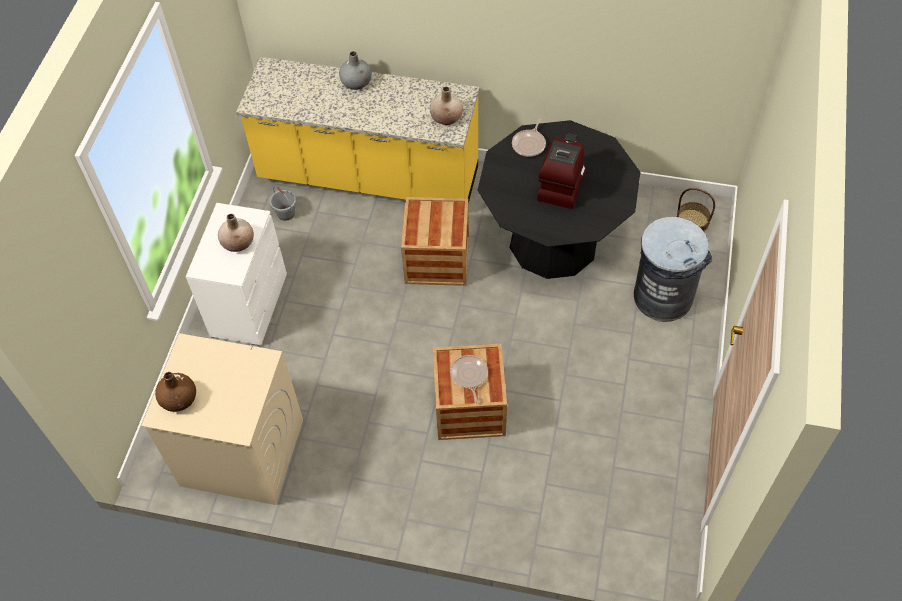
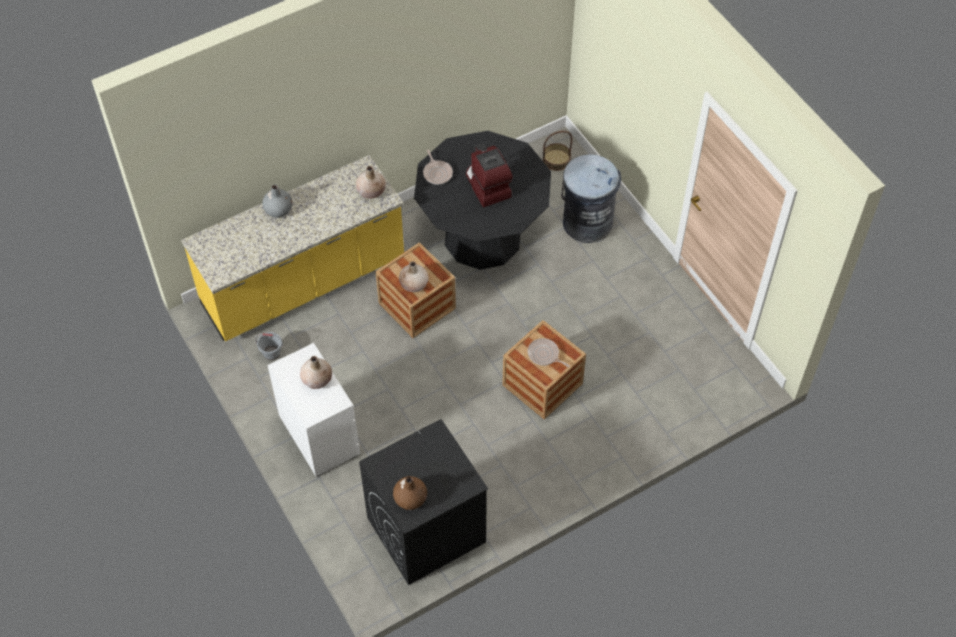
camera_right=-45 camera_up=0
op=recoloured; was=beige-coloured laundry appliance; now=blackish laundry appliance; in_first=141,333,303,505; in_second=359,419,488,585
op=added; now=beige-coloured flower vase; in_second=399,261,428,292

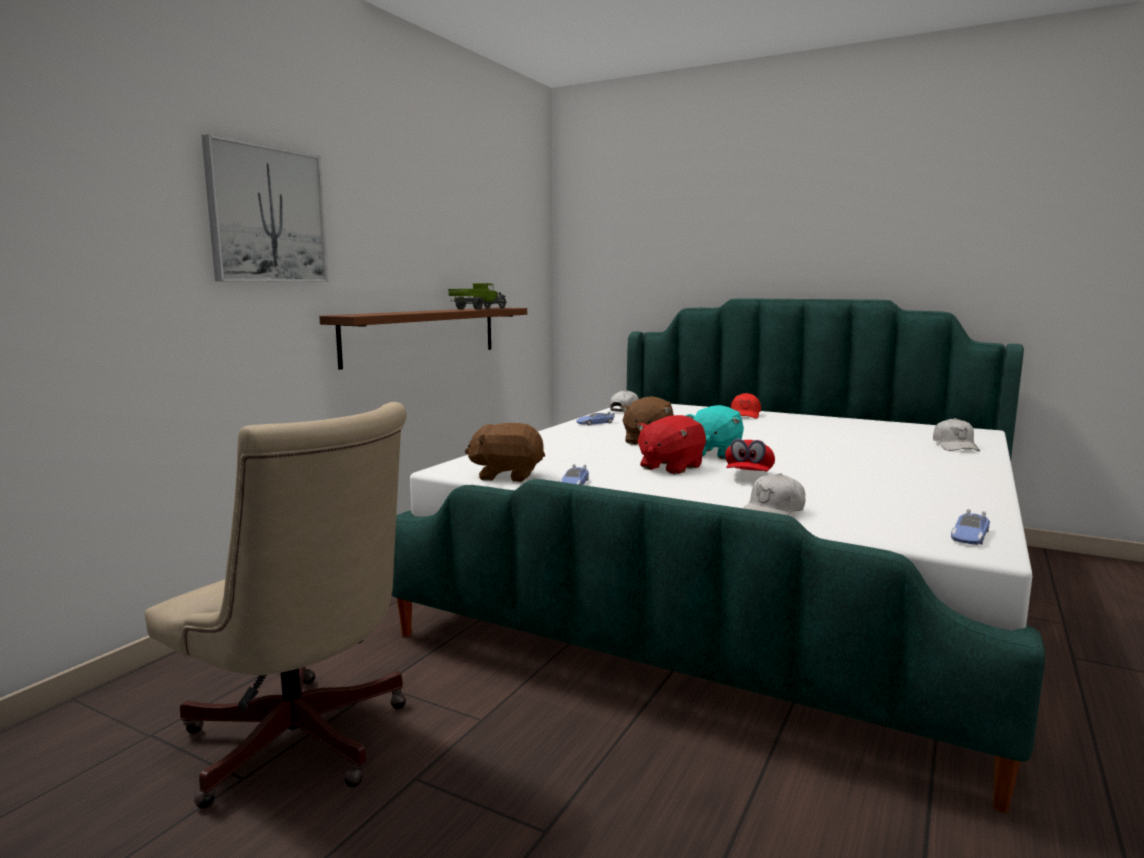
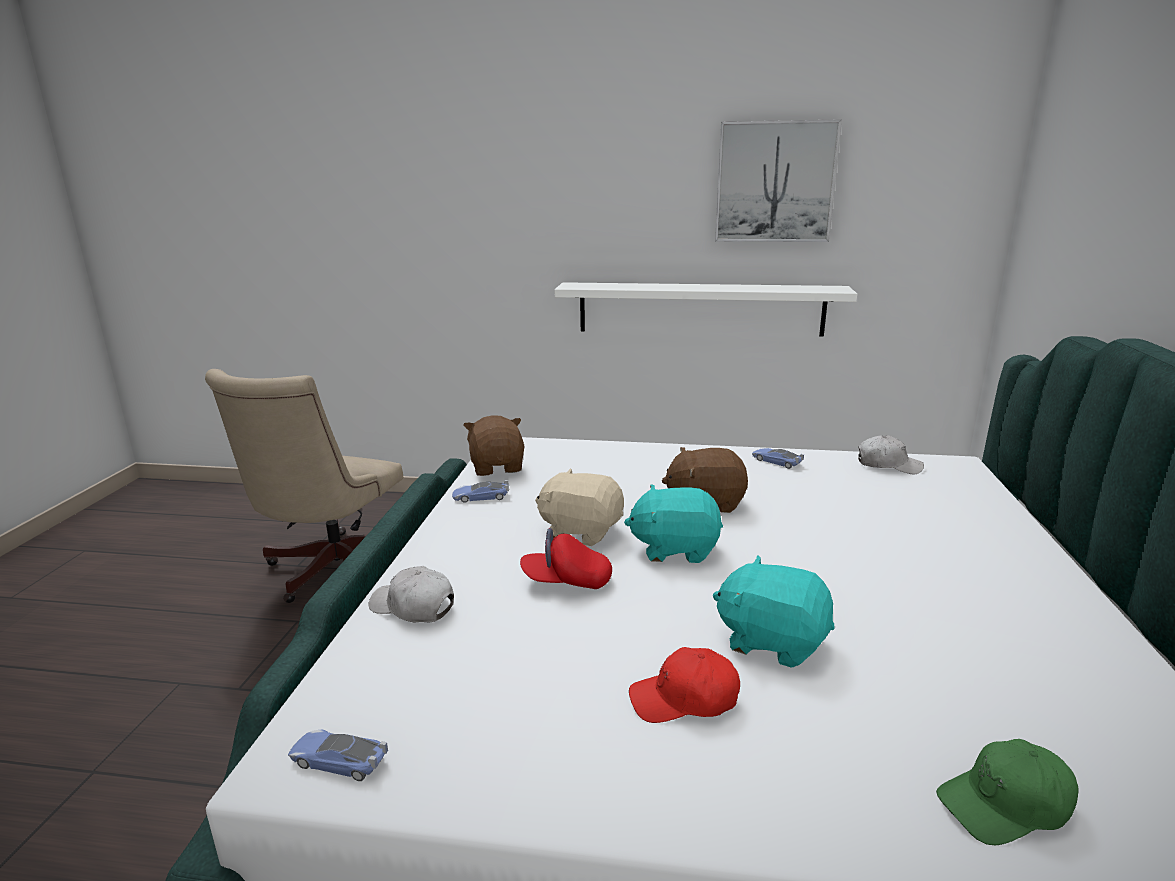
camera_right=70 camera_up=10
op=recoloured; was=red cuddly toy; now=beige-coloured cuddly toy; in_first=636,415,706,474; in_second=535,468,624,546
op=recoloured; was=brown shelf; now=whitish shelf; in_first=319,308,527,370; in_second=554,282,857,337
op=moved; was=red cap; in_first=731,393,761,419; in_second=629,647,740,723
op=added; now=blue-green cuddly toy; in_second=713,555,835,668
op=moved; was=picture; in_first=202,134,328,282; in_second=715,119,842,242
op=recoloured; was=whitish cap; now=green-coloured cap; in_first=933,418,980,451; in_second=936,739,1078,845
op=removed; was=toy truck; in_first=448,283,506,310

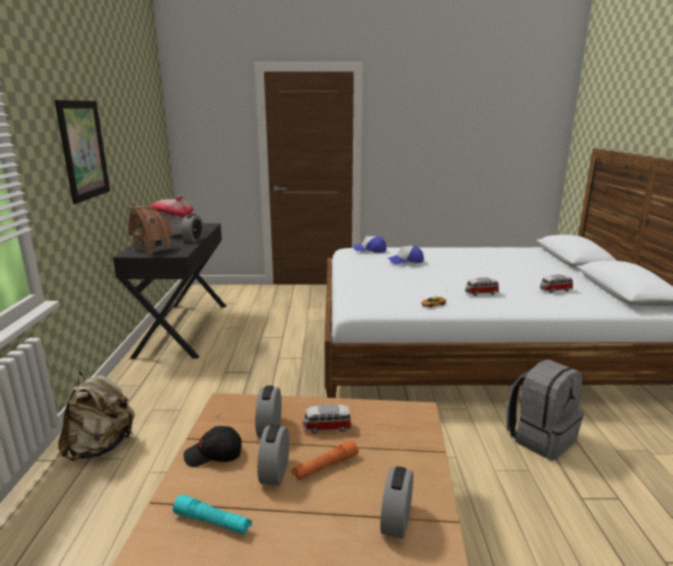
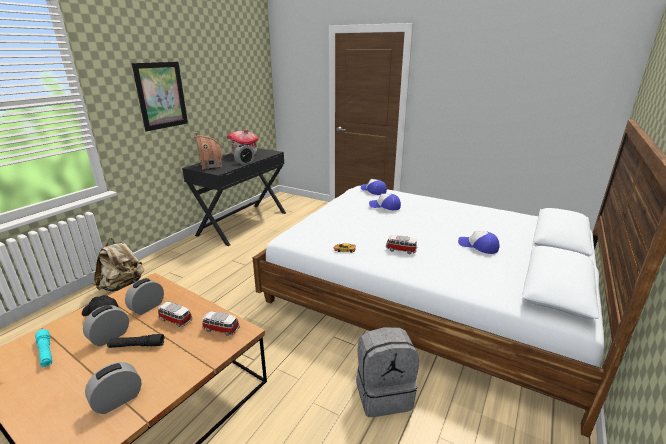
camera_right=30 camera_up=5
op=recoloured; was=orange torch; now=blackish torch; in_first=292,439,359,481; in_second=107,334,164,348
op=moved; was=toy car; in_first=540,275,573,293; in_second=202,311,240,336
op=added; now=cap; in_second=458,231,499,254

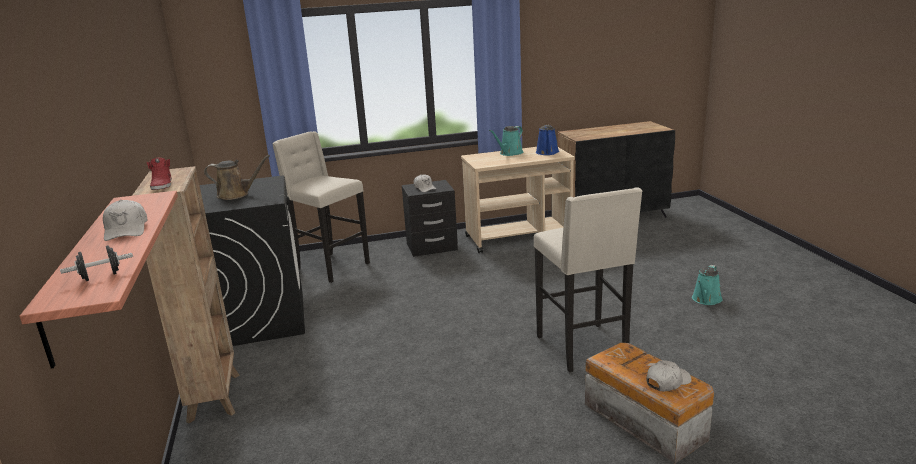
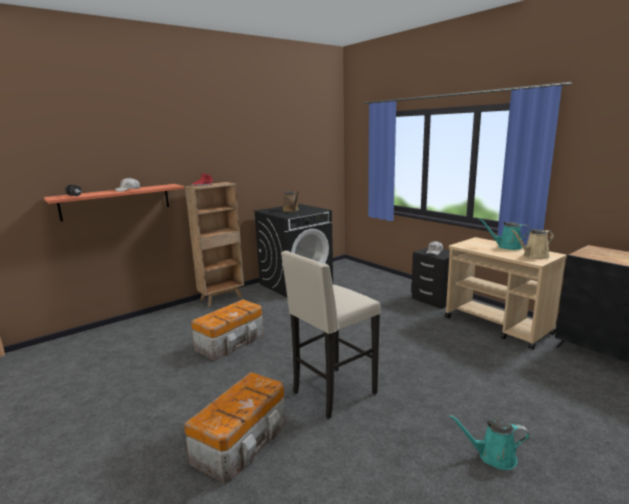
camera_right=65 camera_up=-5
op=added; now=storage box; in_second=191,299,264,360
op=recoloured; was=bluish sprinkling can; now=beige-coloured sprinkling can; in_first=536,125,559,155; in_second=511,229,554,259
op=removed; was=beige-coloured stool seat; in_first=272,131,370,283
op=removed; was=whitish cap; in_first=646,360,692,392

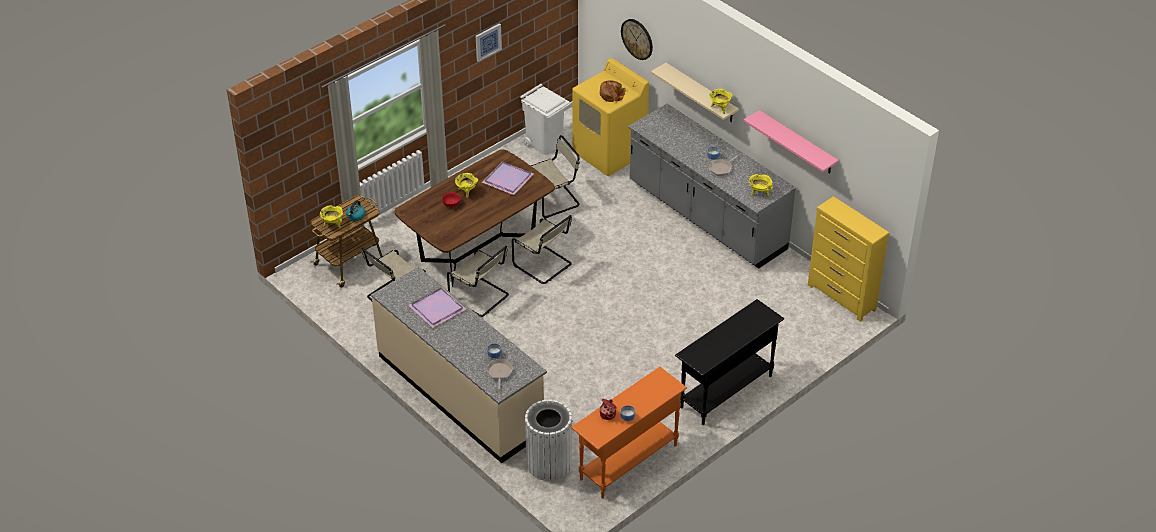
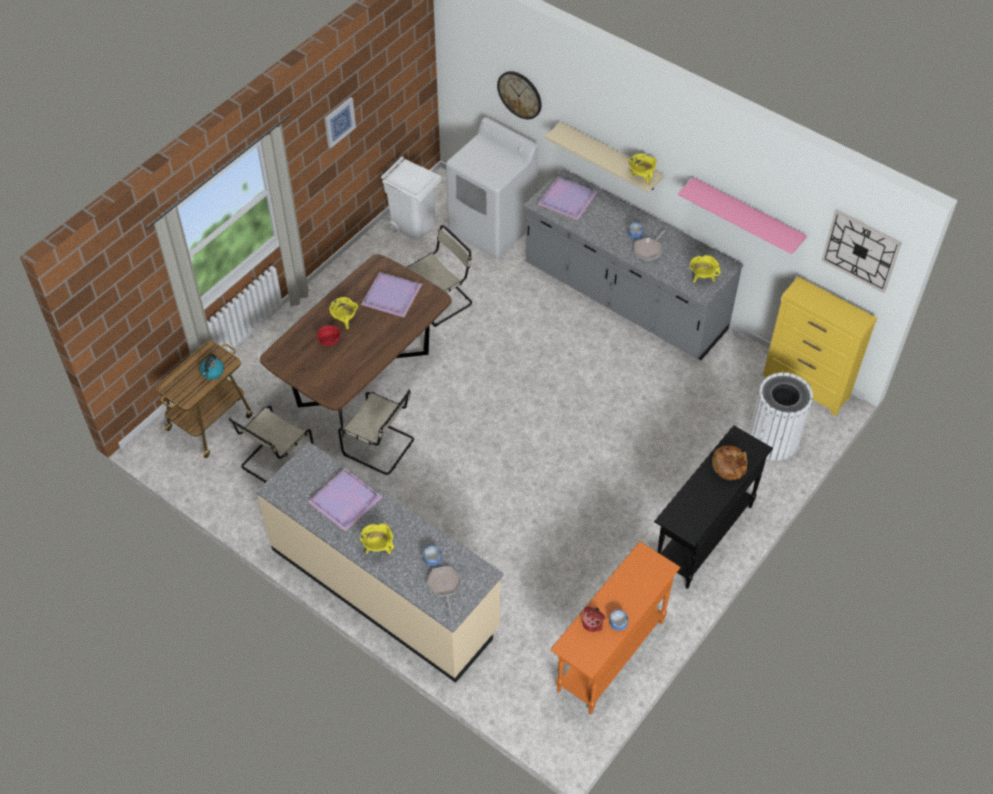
camera_right=-10 camera_up=10
op=moved; was=yellow-coloured stockpot; in_first=320,205,343,229; in_second=360,523,394,554
op=recoloured; was=yellow-coloured laundry appliance; now=whitish laundry appliance; in_first=572,58,649,176; in_second=446,118,538,259
op=added; now=purple-coloured tray; in_second=537,177,598,220
op=moved; was=bakery bread; in_first=600,80,626,102; in_second=712,445,748,480
op=moved; was=whitish rubbish bin; in_first=525,399,572,481; in_second=748,372,813,460
op=added; now=clock on the wall; in_second=821,209,902,293
op=removed; was=beige-coloured upright chair; in_first=512,215,572,284

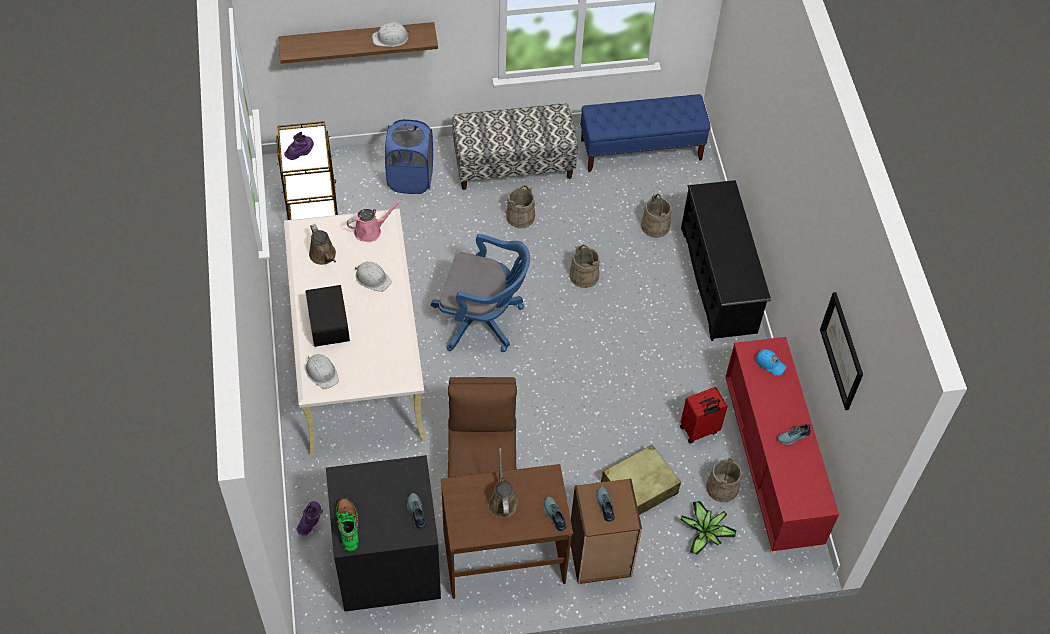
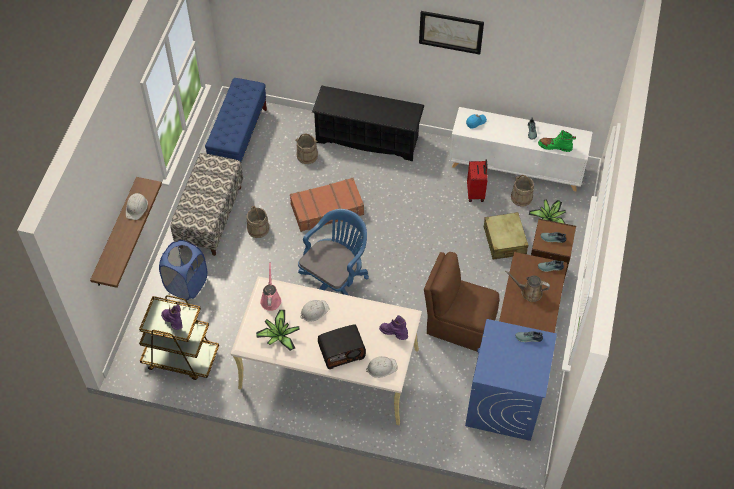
camera_right=-65 camera_up=0
op=replaced; was=brown sprinkling can; now=houseplant; in_first=309,224,336,265; in_second=256,310,300,351
op=replaced; was=beige-coloured bucket; now=brown suitcase; in_first=570,245,600,288; in_second=290,178,364,232
op=turned; was=radio set; in_first=305,285,350,347; in_second=318,324,366,369; clockwise=150
op=moved; was=purple-coloured high-top boot; in_first=297,501,323,536; in_second=379,315,408,340
op=moved; was=picture; in_first=820,292,863,410; in_second=419,11,484,55
op=recoloured; was=red cupboard; now=whitish cupboard; in_first=725,337,839,554; in_second=449,107,593,191
op=recoloured; was=blackish laundry appliance; now=bluish laundry appliance; in_first=326,455,441,612; in_second=465,319,557,441
op=moved; was=green-coloured high-top boot; in_first=336,498,359,551; in_second=538,130,576,152

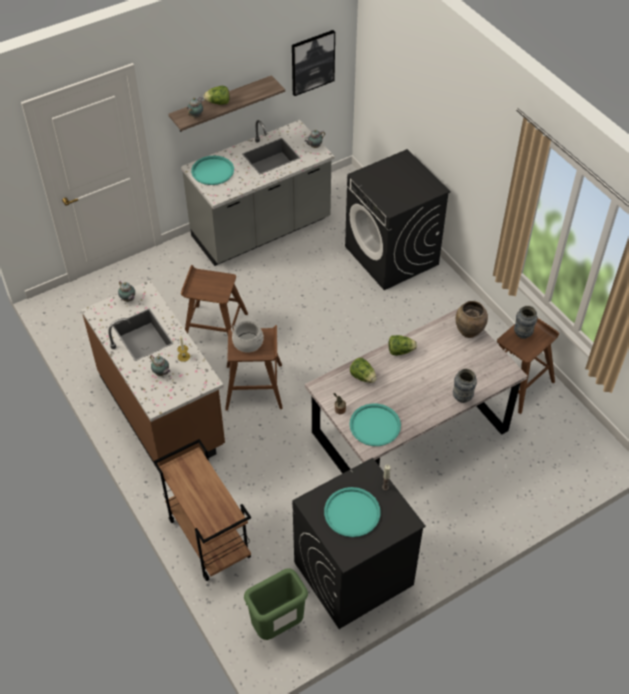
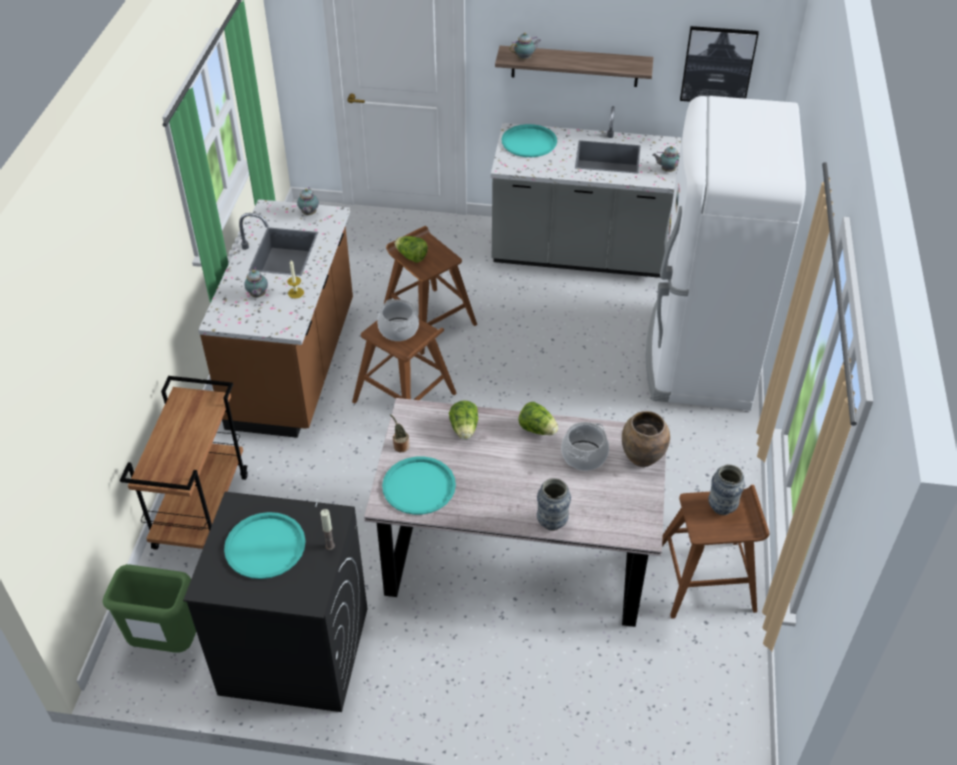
camera_right=40 camera_up=-5
op=moved; was=lettuce head; in_first=203,86,230,105; in_second=395,236,428,263
op=added; now=stockpot; in_second=561,422,609,471
op=replaced; was=blackish laundry appliance; now=whitish refrigerator; in_first=345,149,451,290; in_second=646,96,806,411

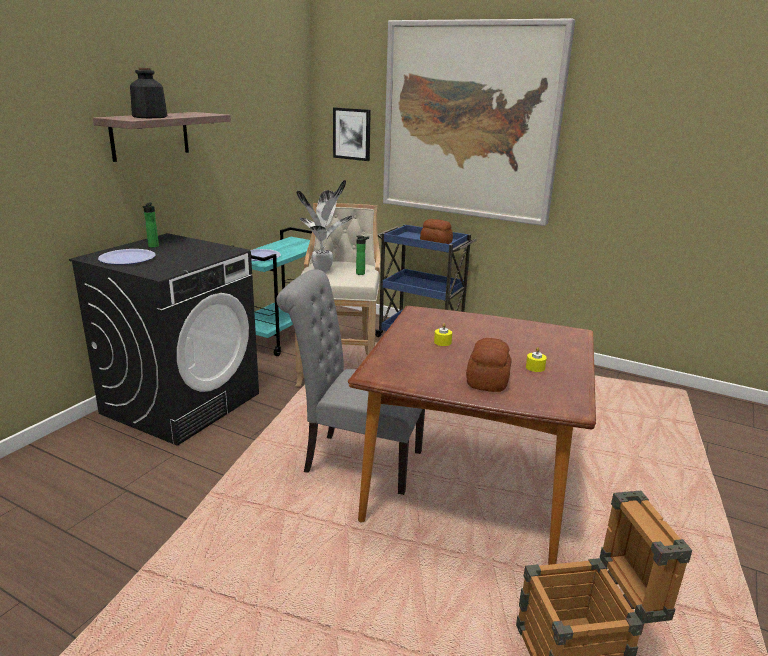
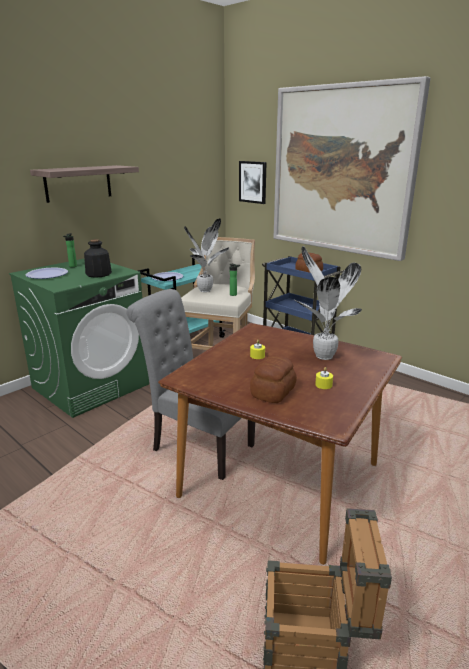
camera_right=15 camera_up=0
op=recoloured; was=blackish laundry appliance; now=green-coloured laundry appliance; in_first=69,233,259,446; in_second=9,259,149,418
op=moved; was=bottle; in_first=130,68,167,118; in_second=84,239,112,278
op=added; now=houseplant; in_second=295,246,362,360

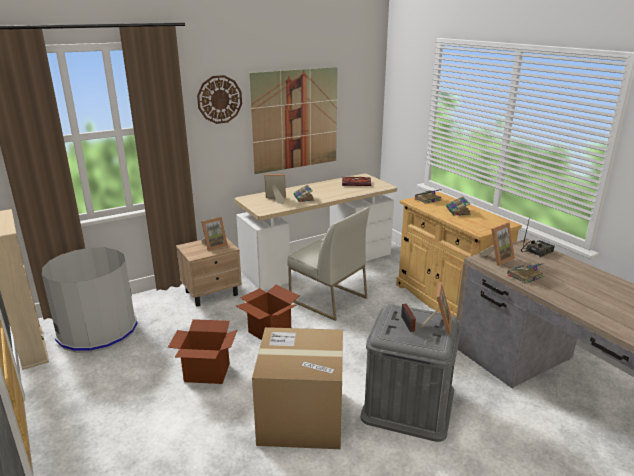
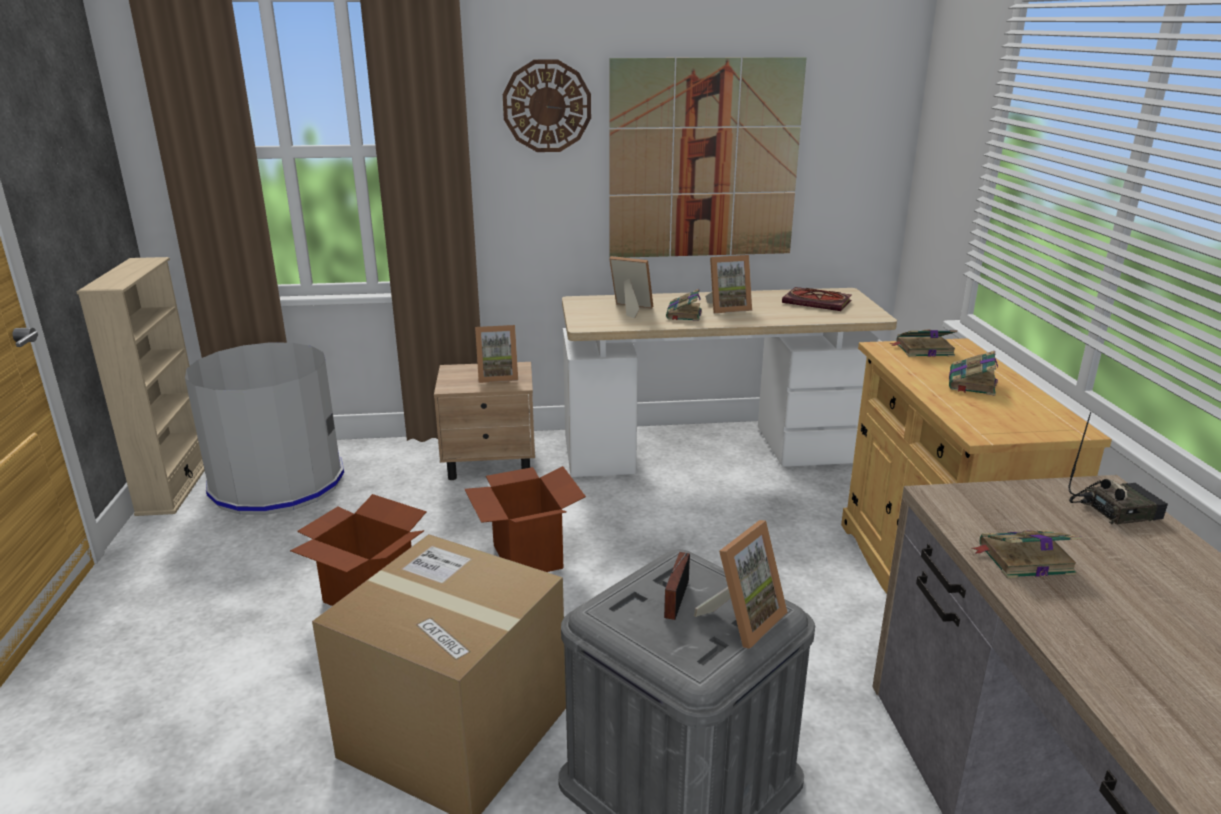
camera_right=25 camera_up=0
op=moved; was=standing frame; in_first=479,223,515,266; in_second=705,255,752,313
op=removed; was=whitish upright chair; in_first=287,207,370,321

